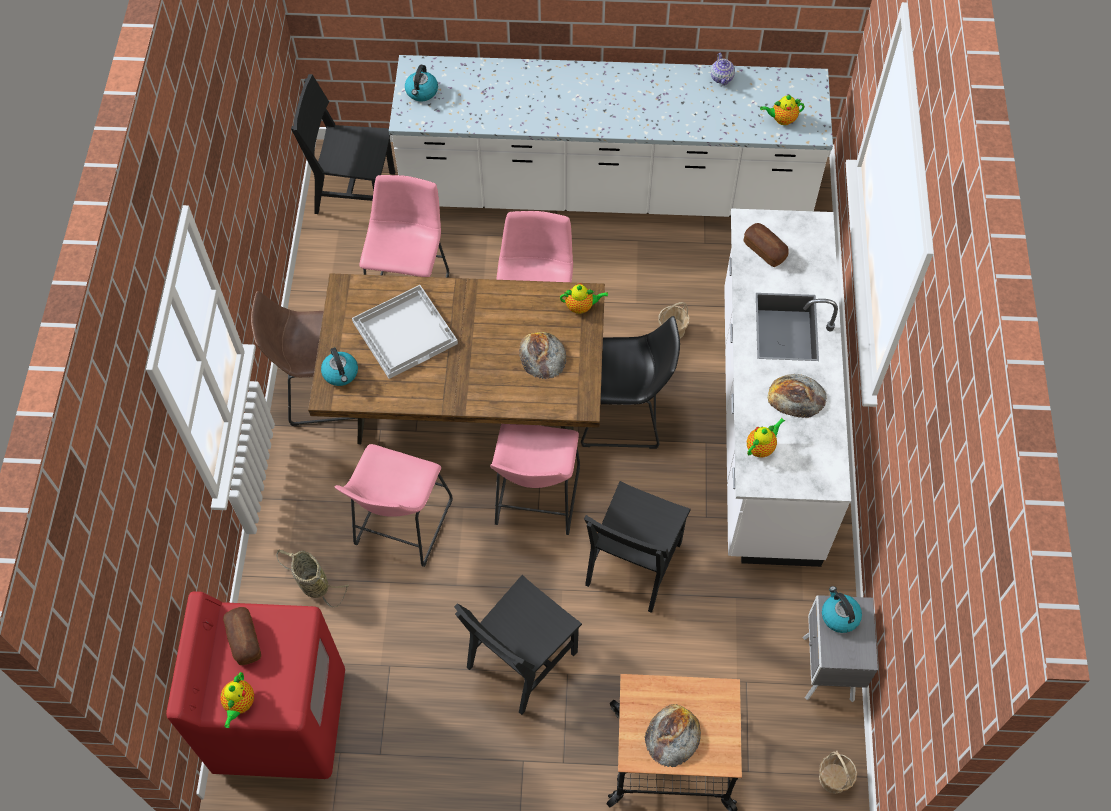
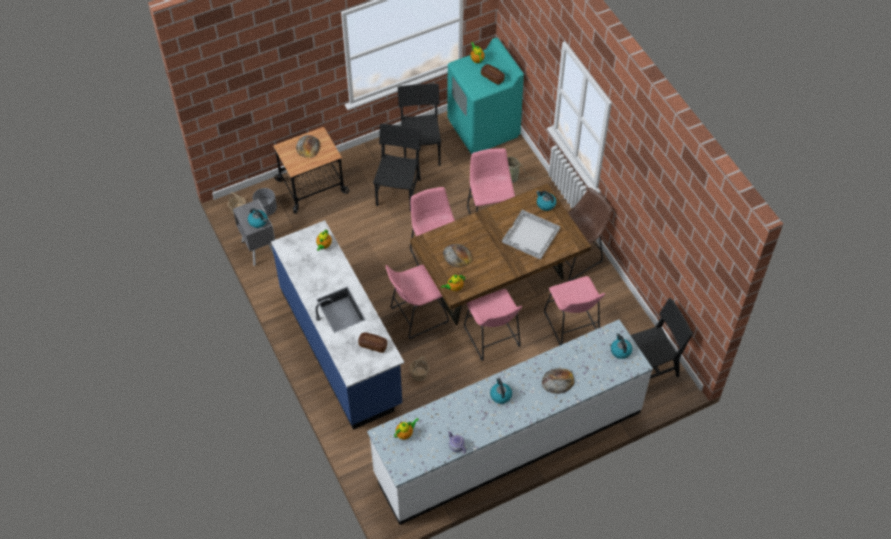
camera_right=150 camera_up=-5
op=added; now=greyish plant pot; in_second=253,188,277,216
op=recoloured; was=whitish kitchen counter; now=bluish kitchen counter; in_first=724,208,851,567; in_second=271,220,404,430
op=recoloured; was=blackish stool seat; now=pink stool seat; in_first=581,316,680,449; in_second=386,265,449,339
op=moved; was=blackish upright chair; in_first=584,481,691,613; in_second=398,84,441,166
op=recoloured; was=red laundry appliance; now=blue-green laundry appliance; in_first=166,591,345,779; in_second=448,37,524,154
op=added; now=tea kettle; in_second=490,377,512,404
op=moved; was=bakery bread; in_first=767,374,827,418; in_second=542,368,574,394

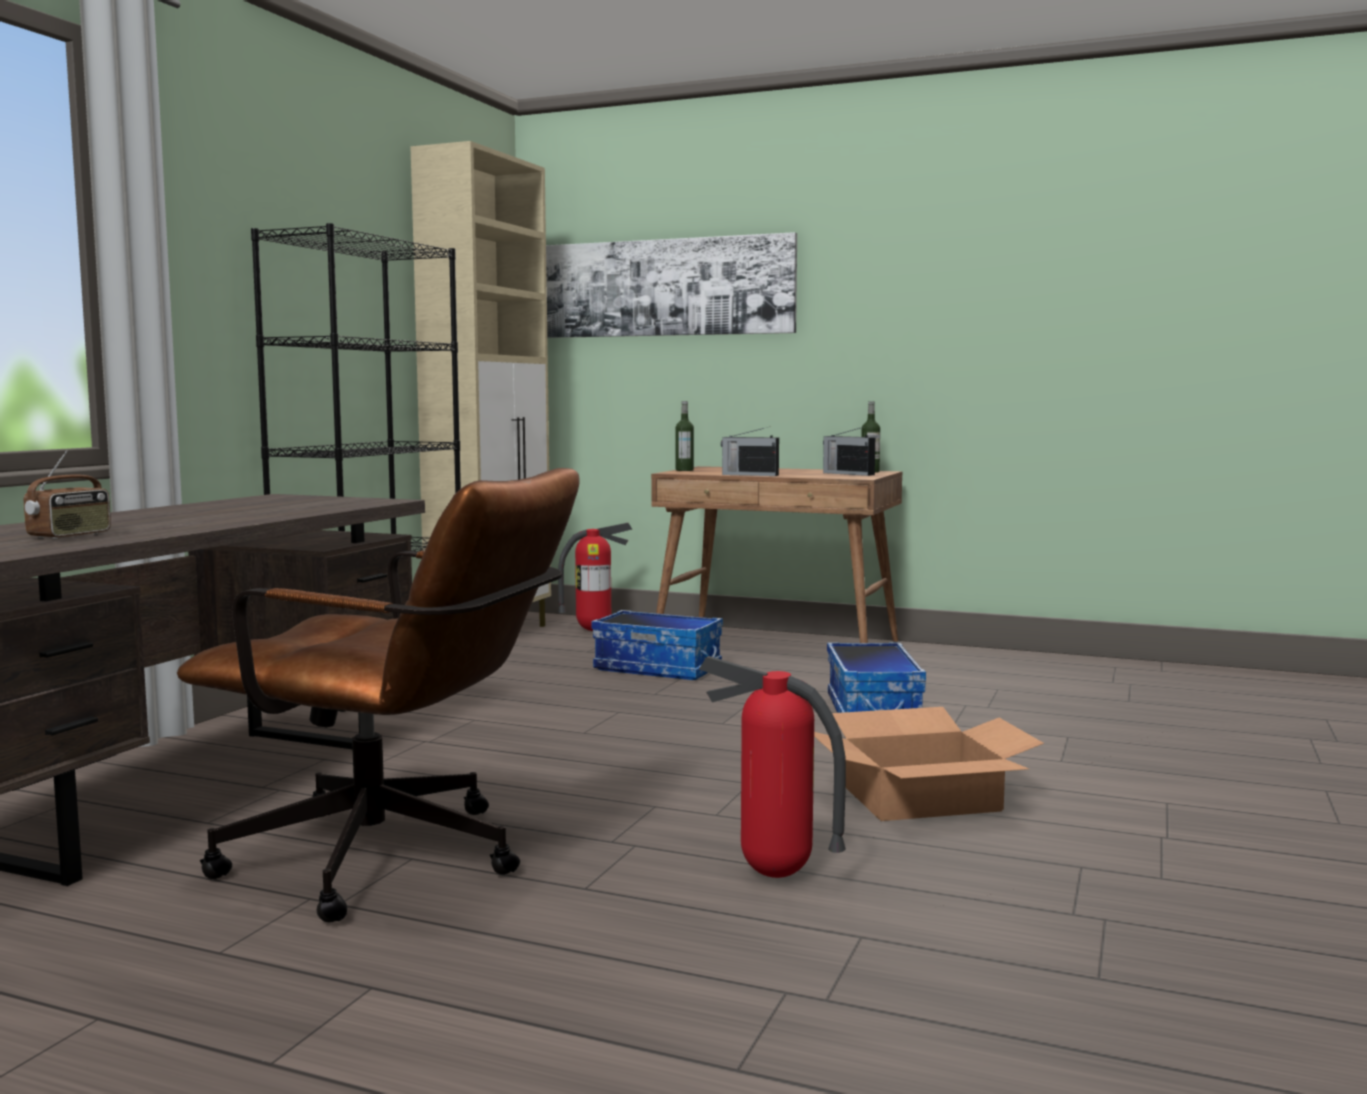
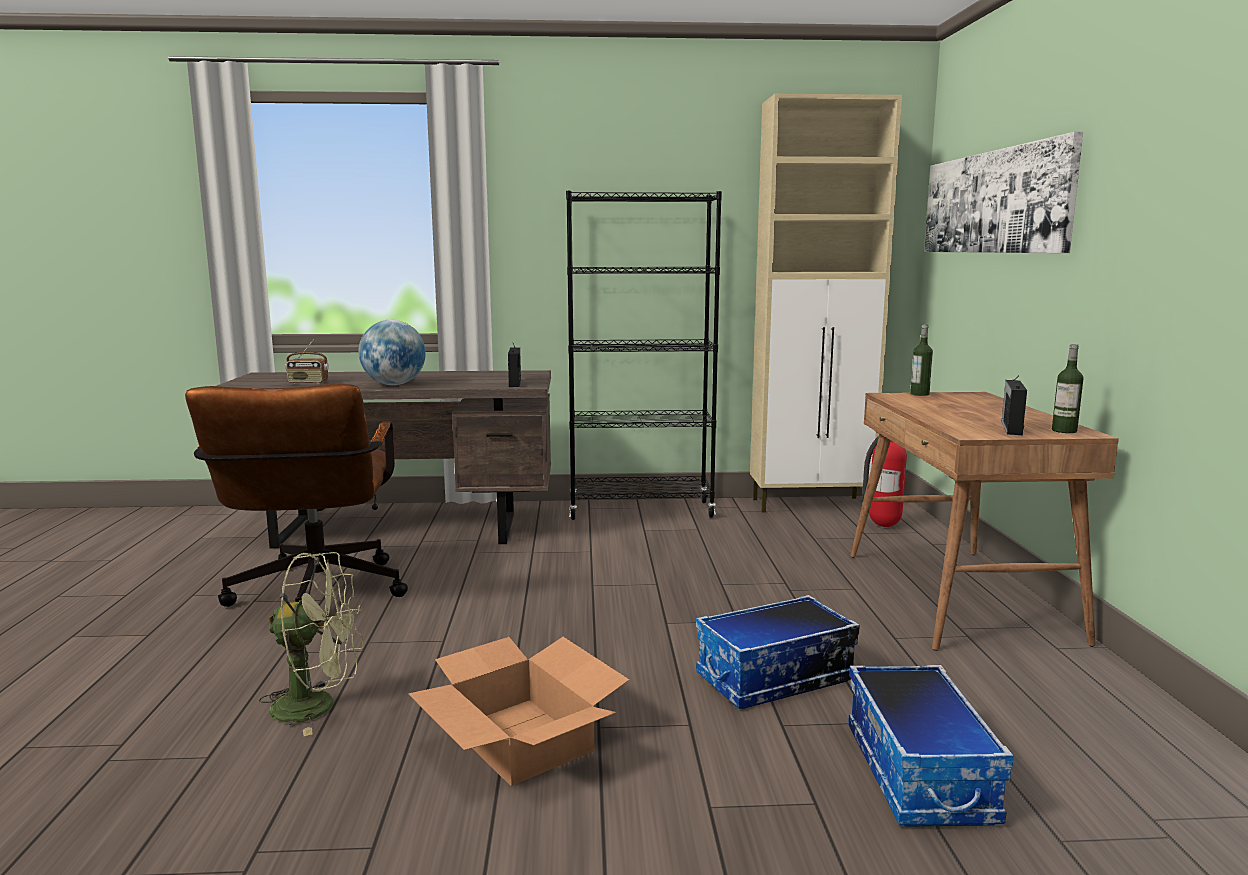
camera_right=65 camera_up=5
op=replaced; was=extinguisher; now=green-coloured fan; in_first=699,656,846,878; in_second=259,552,364,736
op=added; now=globe; in_second=358,320,426,385
op=moved; was=radio set; in_first=721,427,779,476; in_second=508,344,521,387
op=moved; was=storage box; in_first=591,610,723,680; in_second=848,665,1014,827

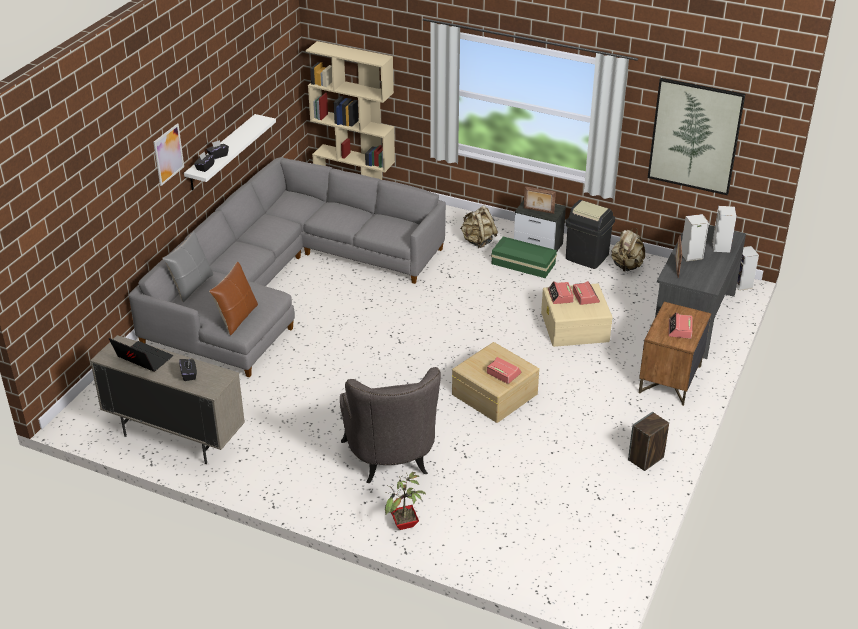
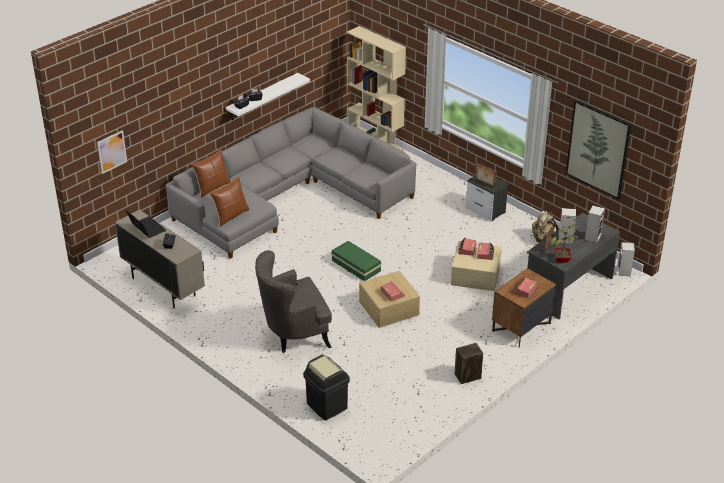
camera_right=20 camera_up=0
op=moved; was=picture; in_first=153,123,184,186; in_second=97,130,127,174
op=recoloured; was=greyish throw pillow; now=brown throw pillow; in_first=162,231,213,302; in_second=191,150,231,197
op=turned; was=greyish armchair; in_first=340,367,441,483; in_second=255,250,332,353; clockwise=60
op=moved; was=blackish rubbish bin; in_first=566,200,615,269; in_second=303,355,350,420
op=moved; was=green-coloured storage box; in_first=491,236,557,278; in_second=331,241,382,281
op=moved; was=houseplant; in_first=385,472,427,530; in_second=549,224,579,263
op=removed; was=beige-coloured knapsack; in_first=460,205,498,248

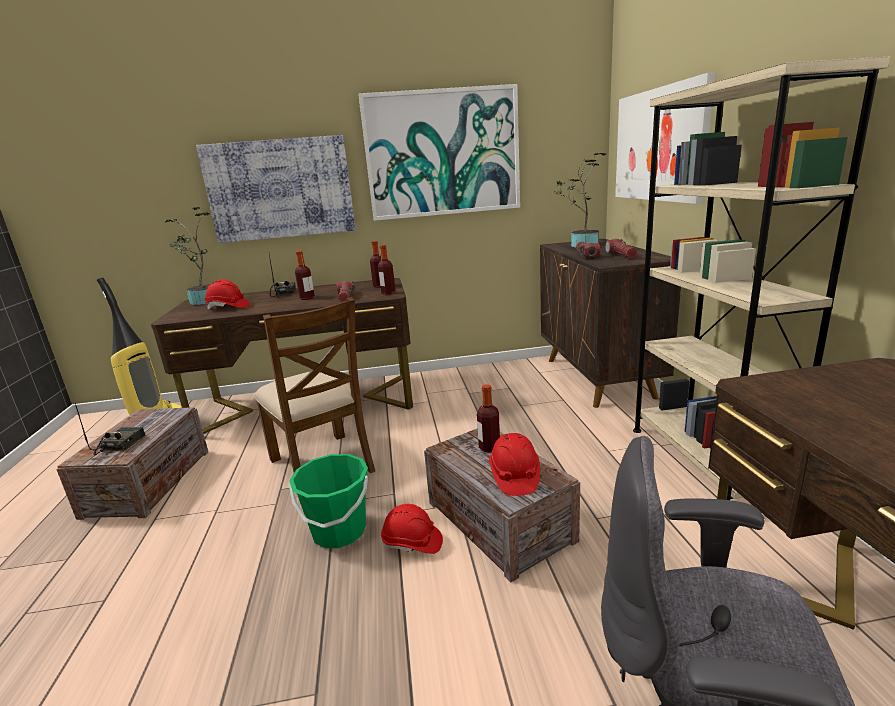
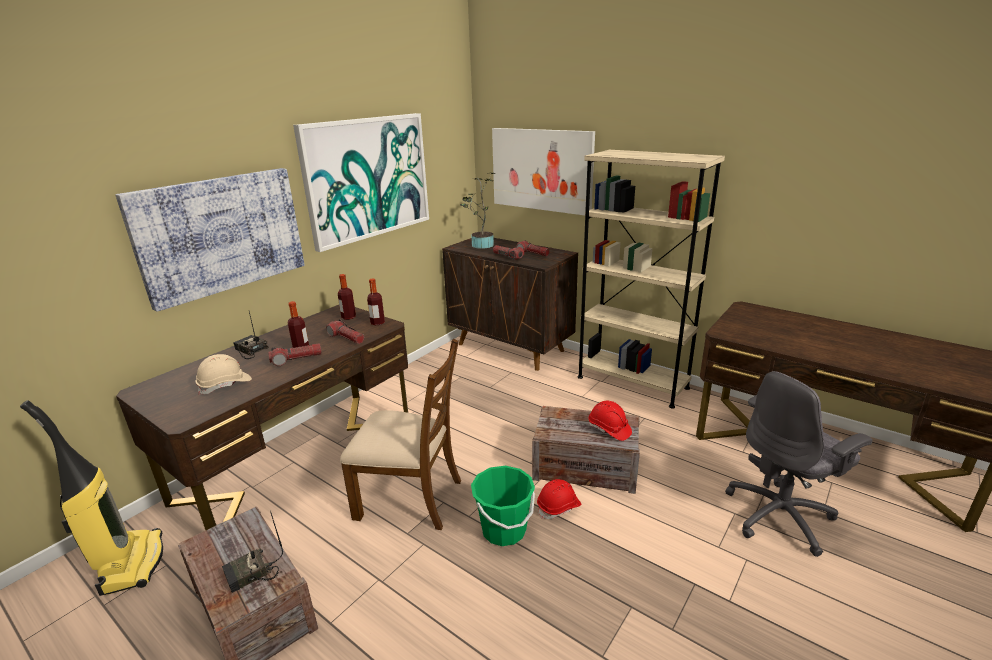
camera_right=-45 camera_up=5
op=recoloured; was=red safety helmet; now=beige-coloured safety helmet; in_first=205,280,250,309; in_second=196,354,252,394
op=turned; was=radio set; in_first=75,403,145,455; in_second=222,511,283,593; clockwise=-90
op=added; now=torch; in_second=268,343,322,366
op=removed; was=houseplant; in_first=165,207,210,305
op=removed; was=bottle; in_first=477,384,500,453

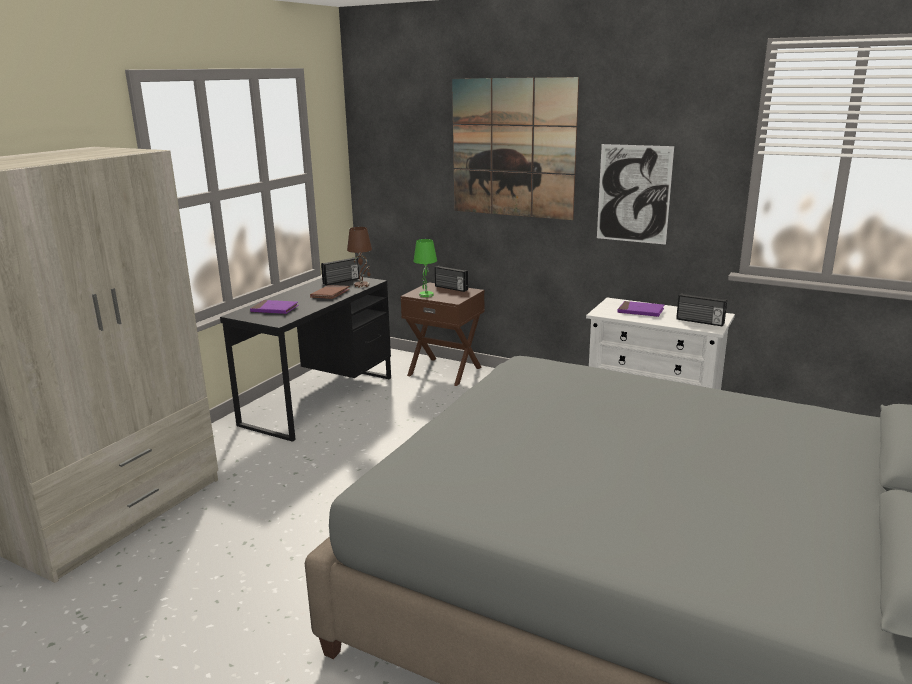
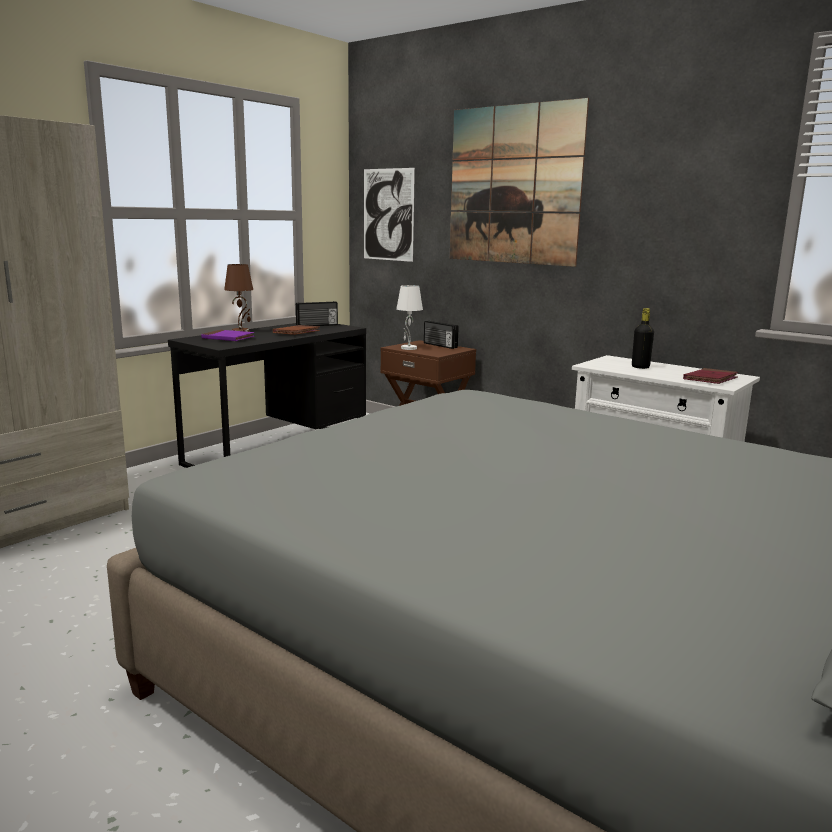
camera_right=10 camera_up=-5
op=moved; was=brown table lamp; in_first=347,227,372,288; in_second=224,264,253,332
op=moved; was=picture; in_first=597,144,674,245; in_second=364,168,415,262
op=recoloured; was=green-coloured table lamp; now=whitish table lamp; in_first=413,239,437,297; in_second=396,285,423,350
op=replaced; was=purple-coloured bound book; now=blackish bottle; in_first=617,301,664,317; in_second=632,308,654,369
op=replaced; was=radio set; now=red bound book; in_first=676,293,727,327; in_second=683,368,738,384

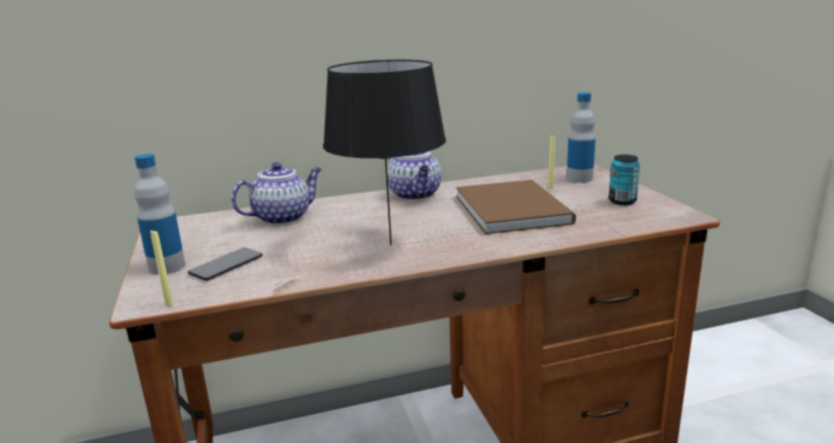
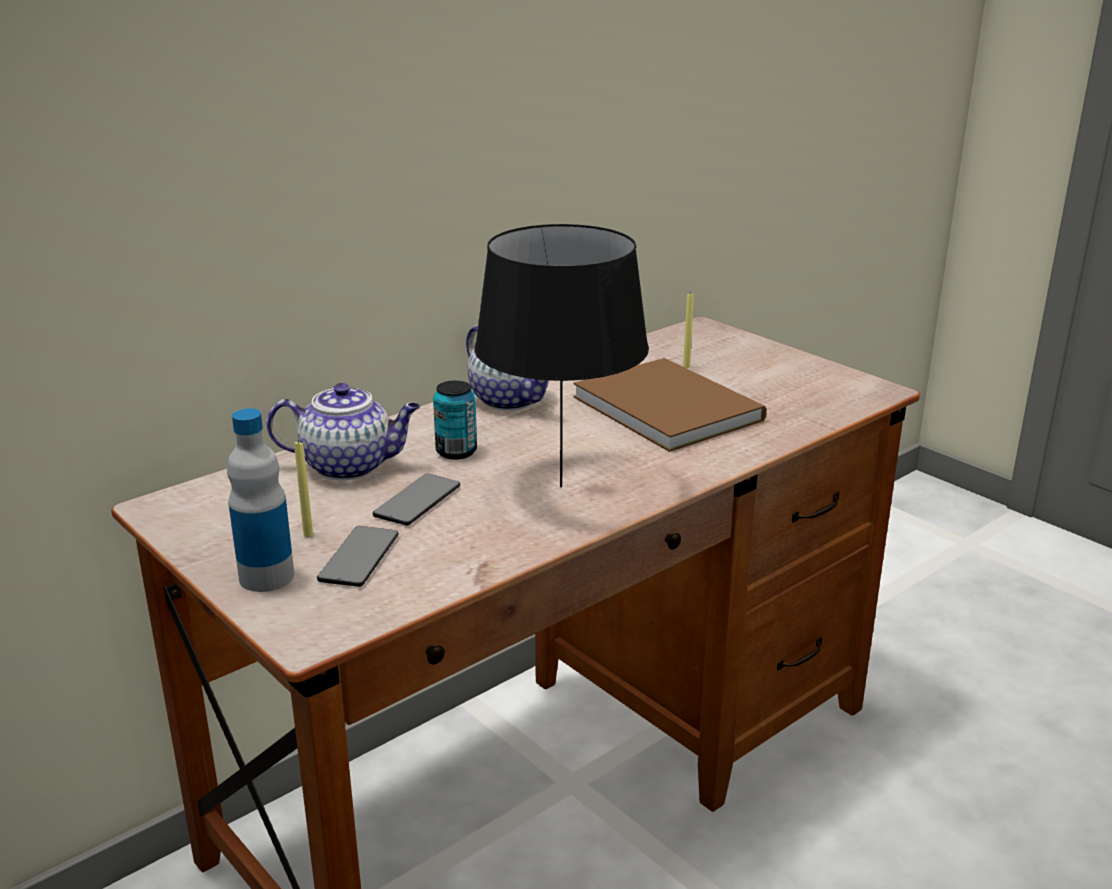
camera_right=-25 camera_up=5
op=turned; was=tea pot; in_first=231,162,321,225; in_second=267,383,420,480; clockwise=60
op=moved; was=yellow-coloured wax candle; in_first=150,229,173,307; in_second=294,440,313,537
op=added; now=phone; in_second=373,474,460,525
op=moved; was=can; in_first=609,154,640,205; in_second=433,381,477,459
op=removed; was=bottle; in_first=567,92,596,183

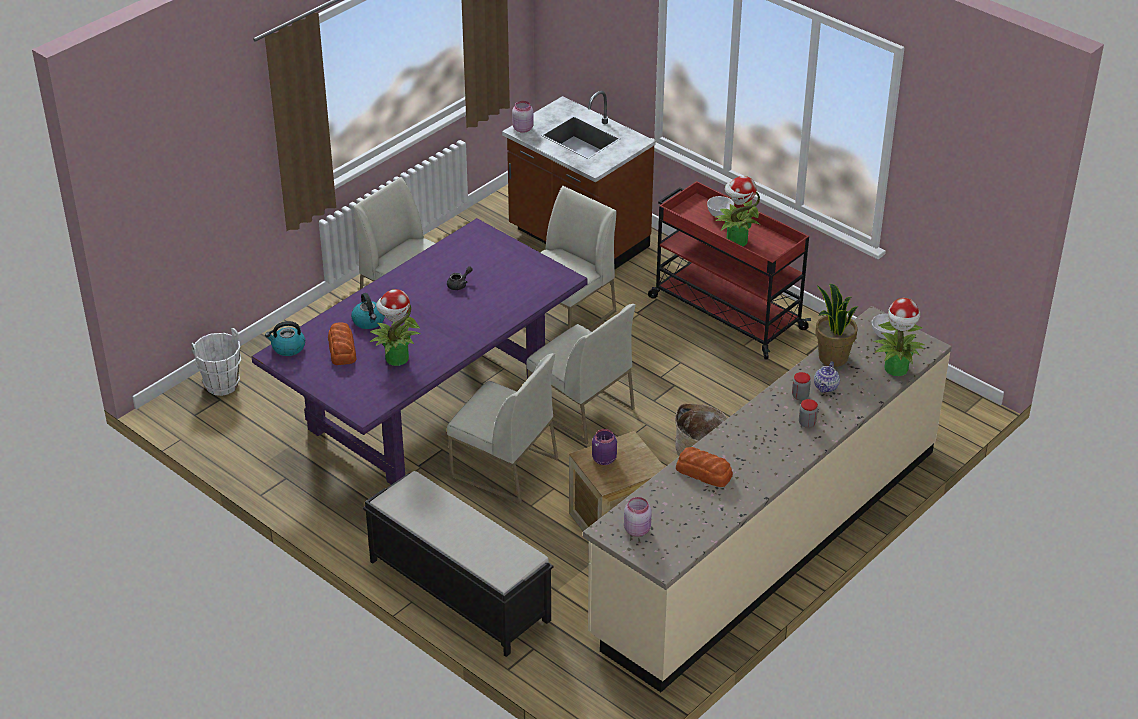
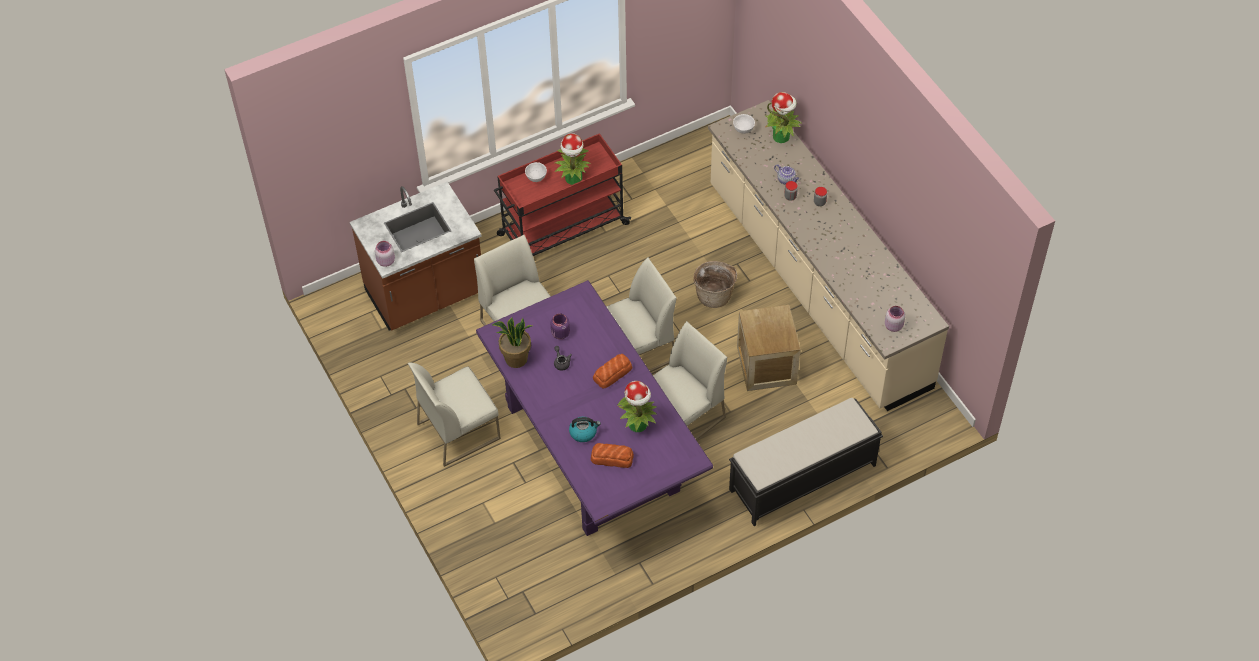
camera_right=-70 camera_up=15
op=moved; was=houseplant; in_first=815,284,858,367; in_second=492,318,532,368
op=moved; was=purple-coloured jar; in_first=592,429,617,465; in_second=550,314,570,339
op=moved; was=bakery bread; in_first=676,447,733,487; in_second=593,354,632,388
op=removed; was=whitish bucket; in_first=191,328,241,396
op=removed; was=tea kettle; in_first=265,321,305,356

